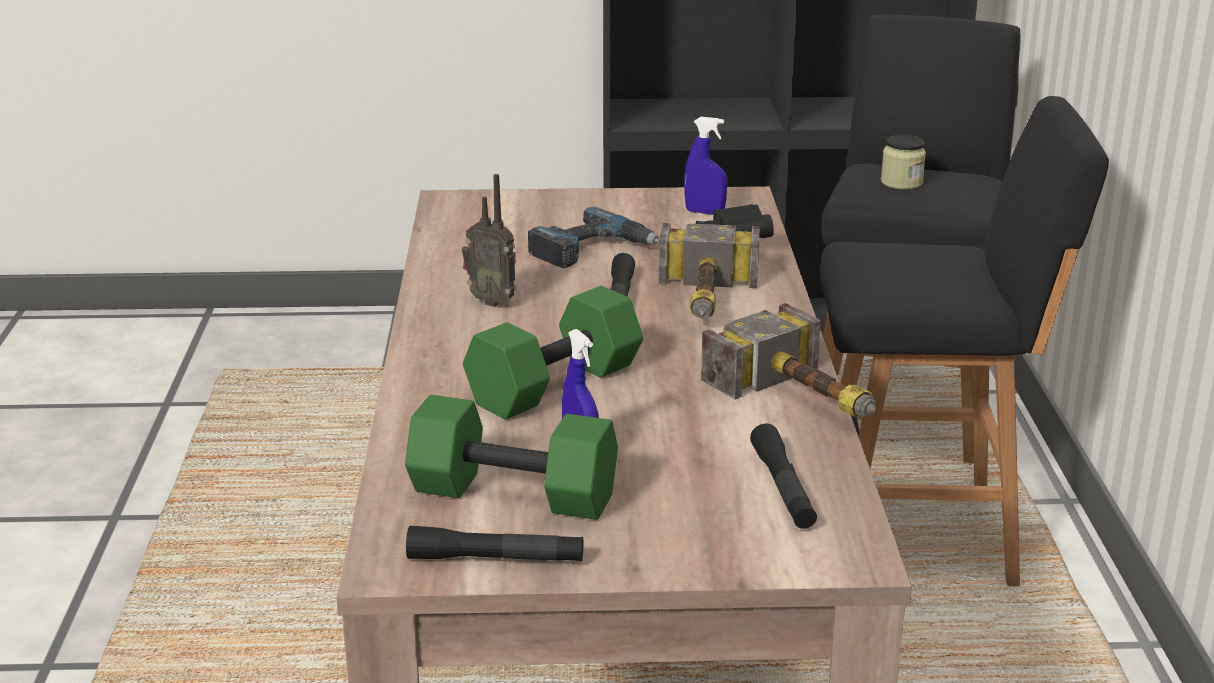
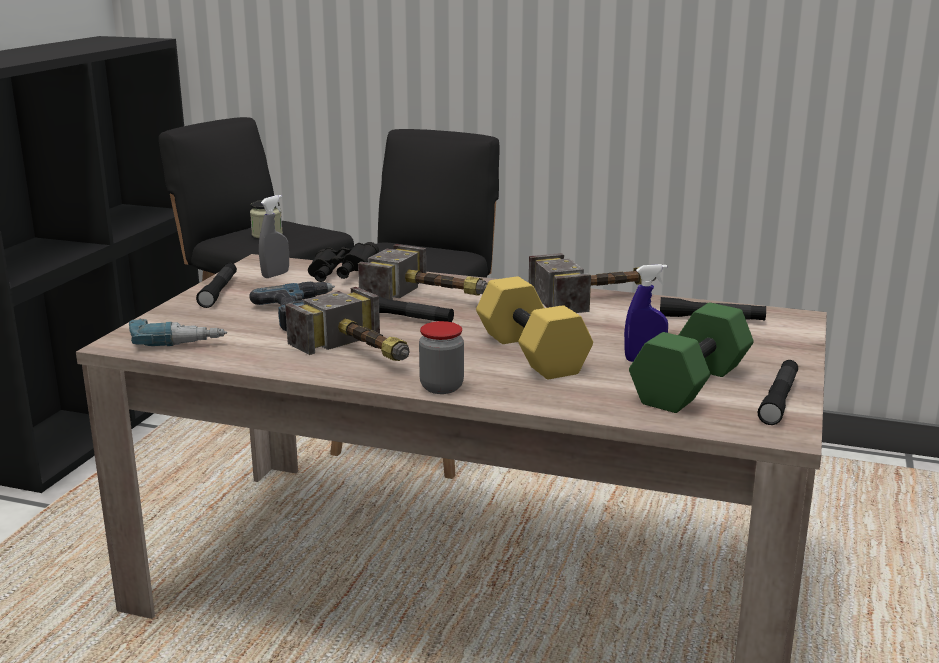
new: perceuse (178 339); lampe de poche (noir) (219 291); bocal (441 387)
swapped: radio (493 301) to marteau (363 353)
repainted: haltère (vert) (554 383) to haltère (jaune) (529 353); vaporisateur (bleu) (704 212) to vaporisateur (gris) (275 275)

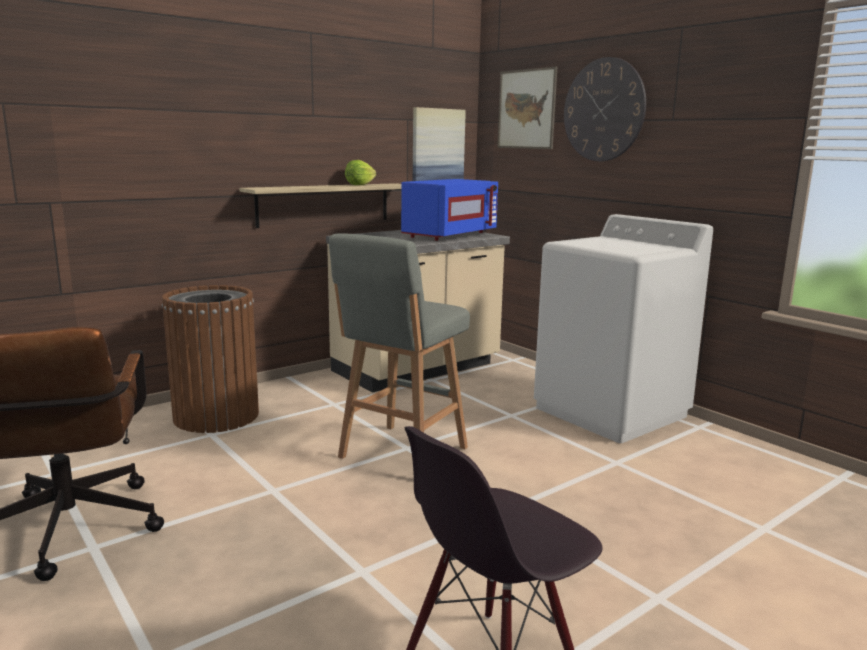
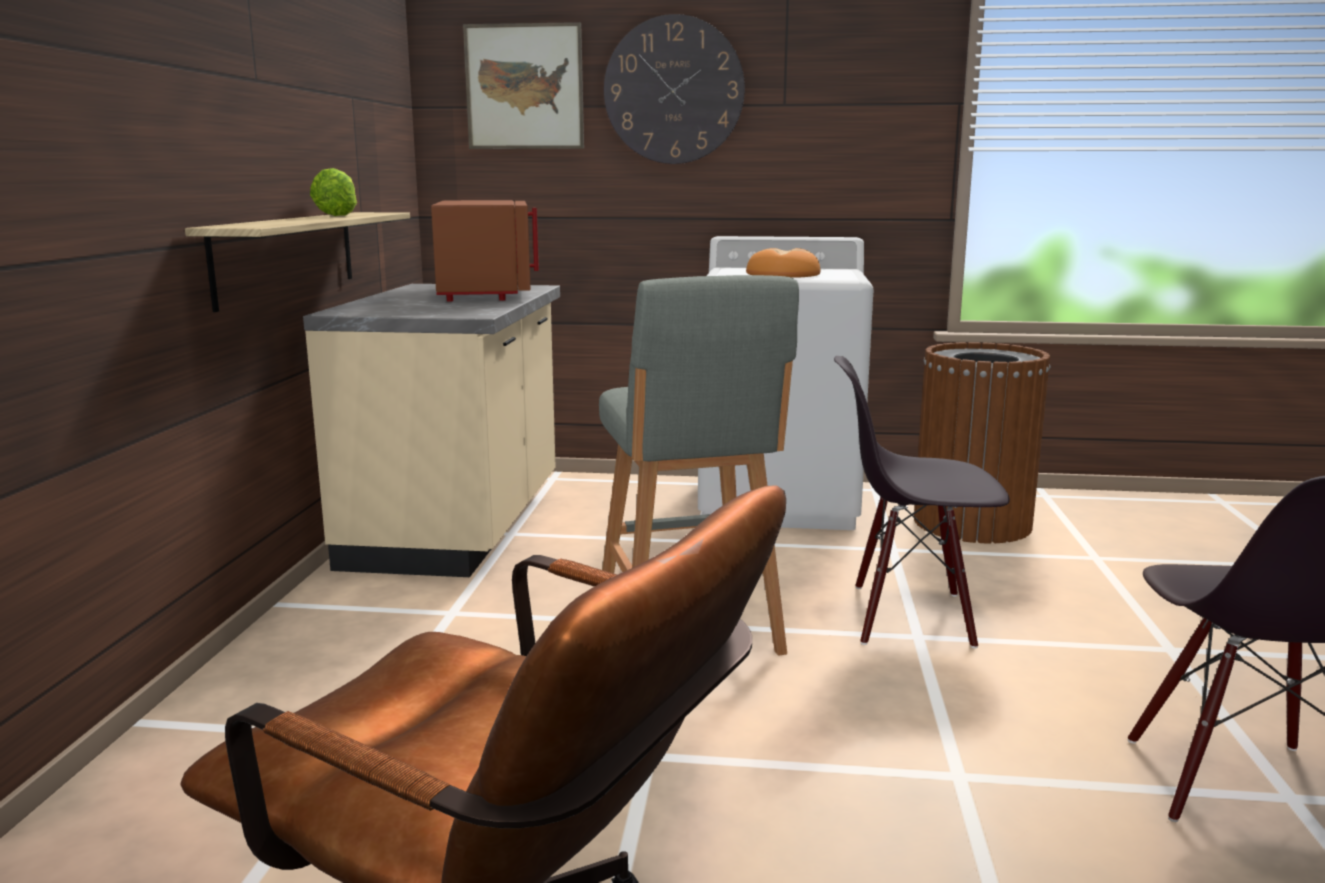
gone: tableau (437 146)
new: pain (782 275); chaise (noir) (910 617)
shifted: poubelle (marron) (216 416) to (972 523)
repainted: micro-ondes (bleu) (449 235) to micro-ondes (marron) (484 293)

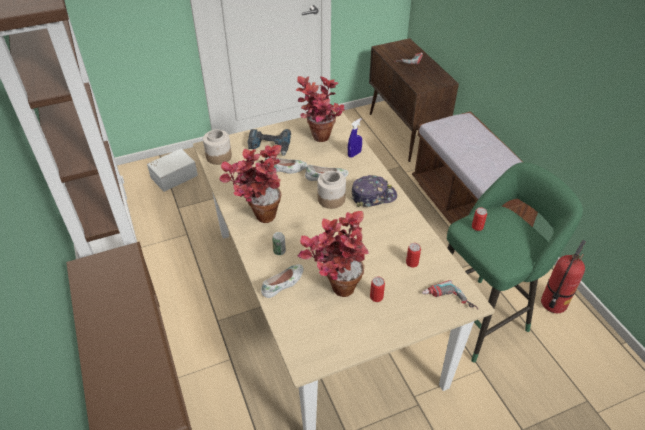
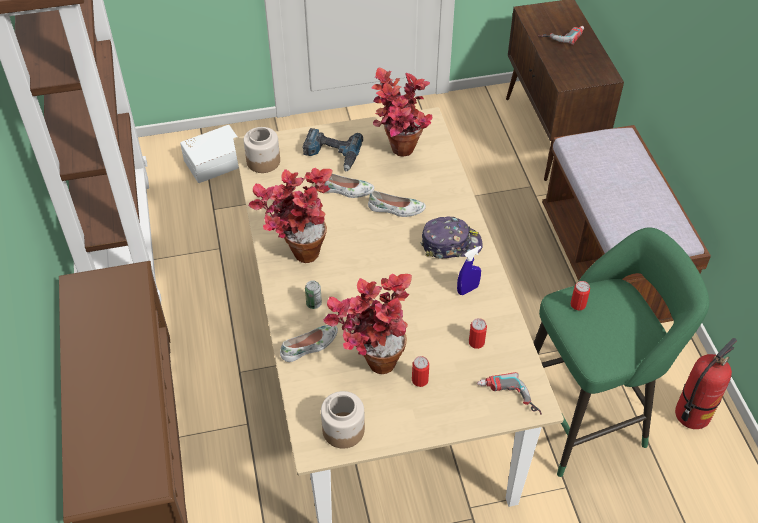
shifted: bocal (331 199) to (343 430); vaporisateur (bleu) (354 154) to (467 289)

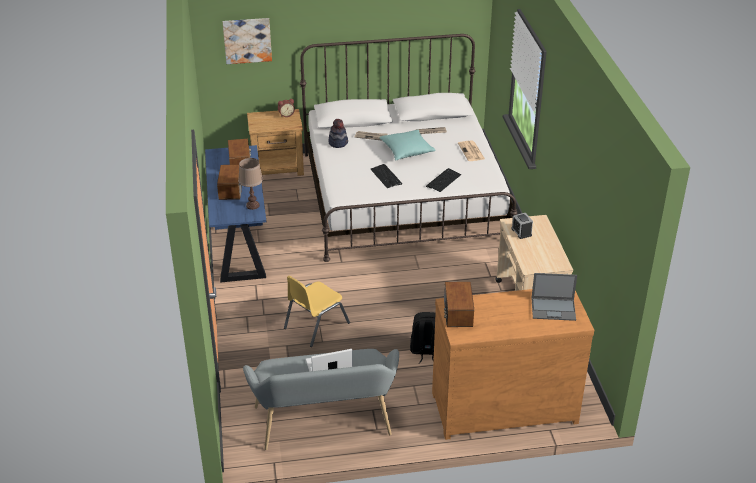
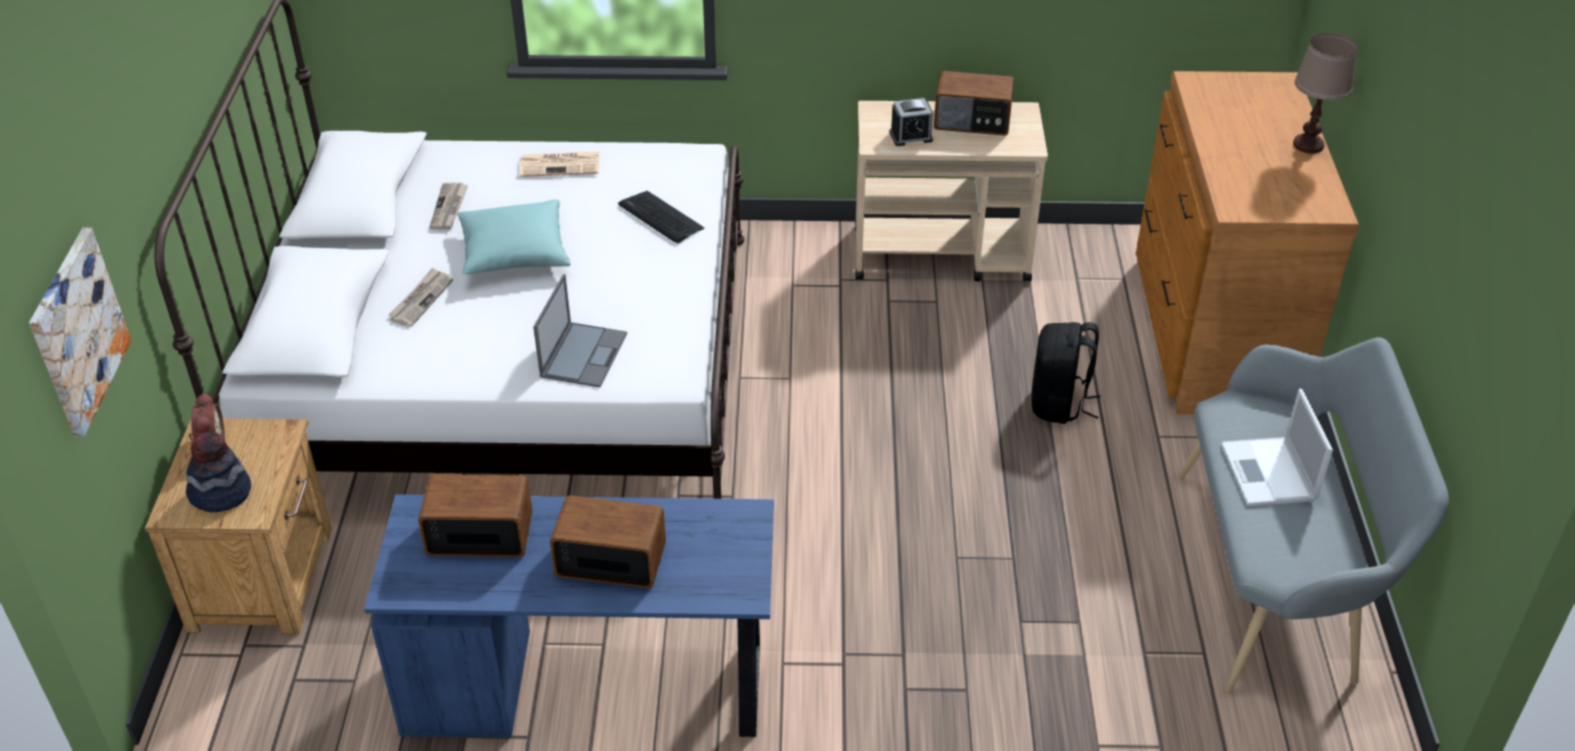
gone: chaise (jaune) (316 325); clavier (386 176)
shifted: lampe de table (marron) (253 205) to (1308 144); chapeau (338 143) to (220 493); radio (457 313) to (972 121); ordinateur portable (554 309) to (584 354)

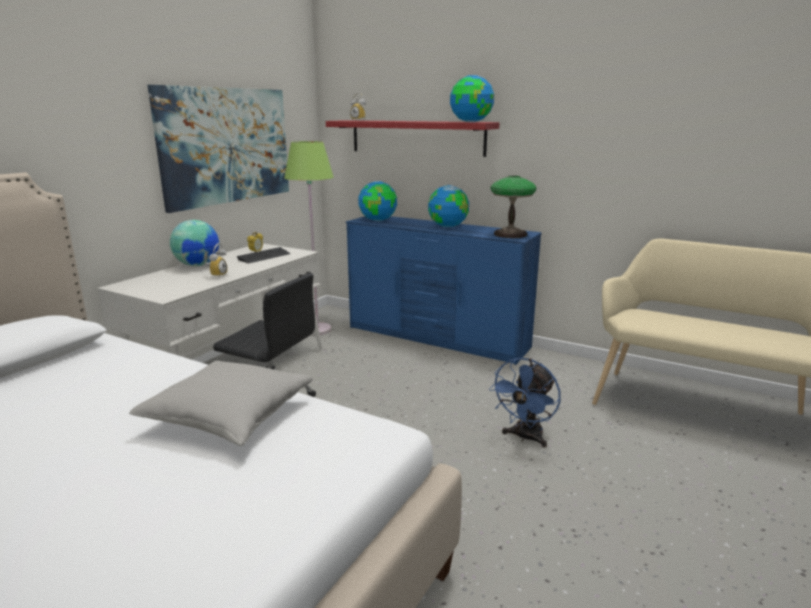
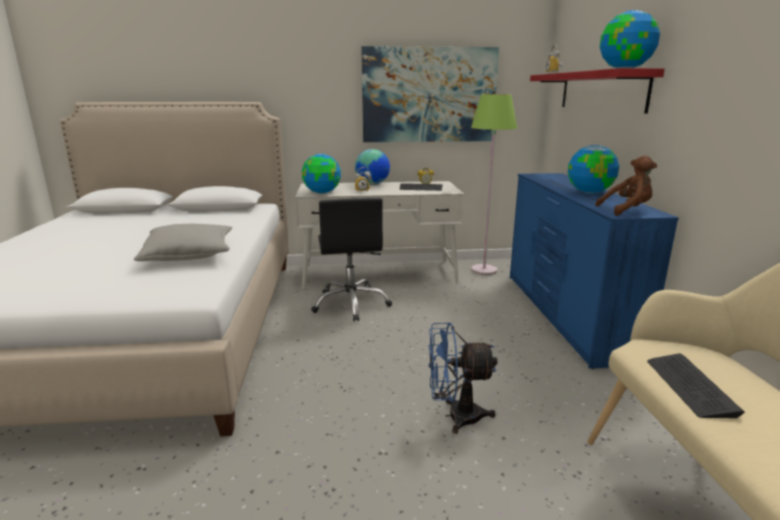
new: clavier (690 386)
shifted: globe (378 220) to (322 192)
swapped: lampe de table (510 234) to peluche (marron) (627 210)

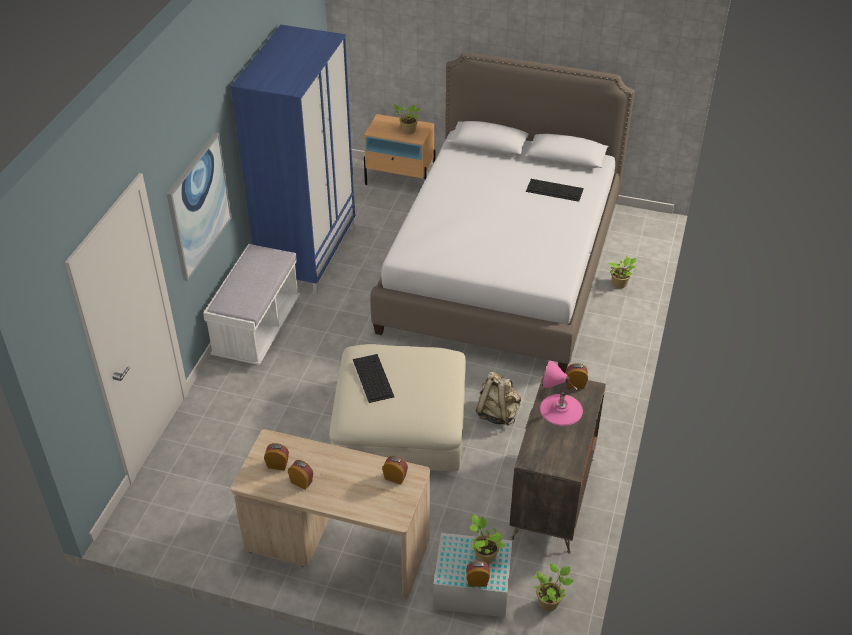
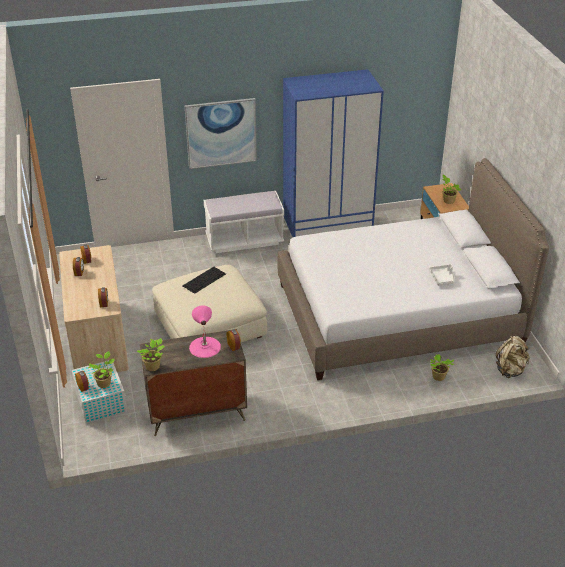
shifted: sac à dos (beige) (497 413) to (510 370); plante en pot (549 602) to (153 367)
swapped: clavier (555 190) to plateau (blanc) (442 278)

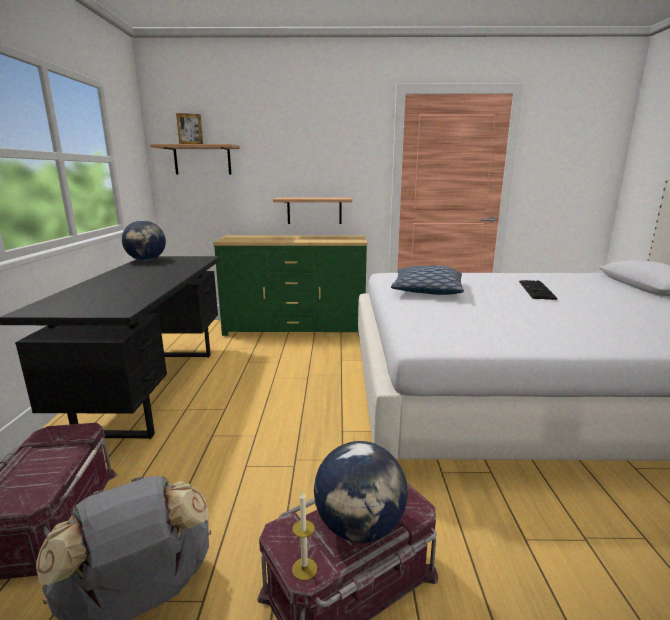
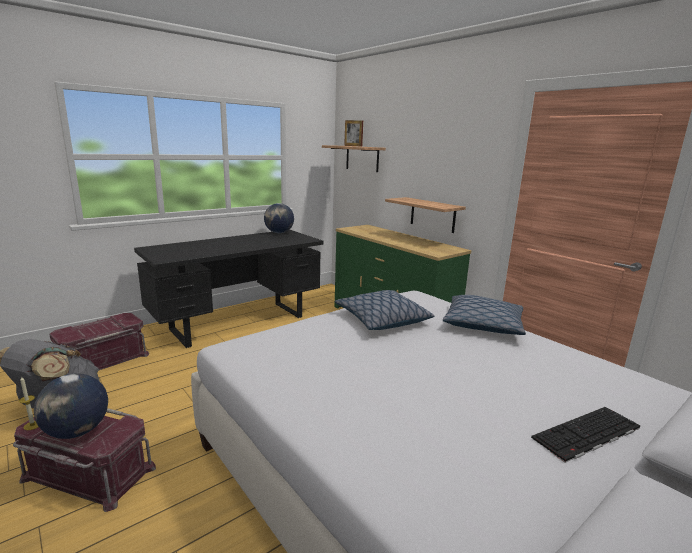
new: coussin (483 324)
shifted: clavier (538 290) to (587 434)

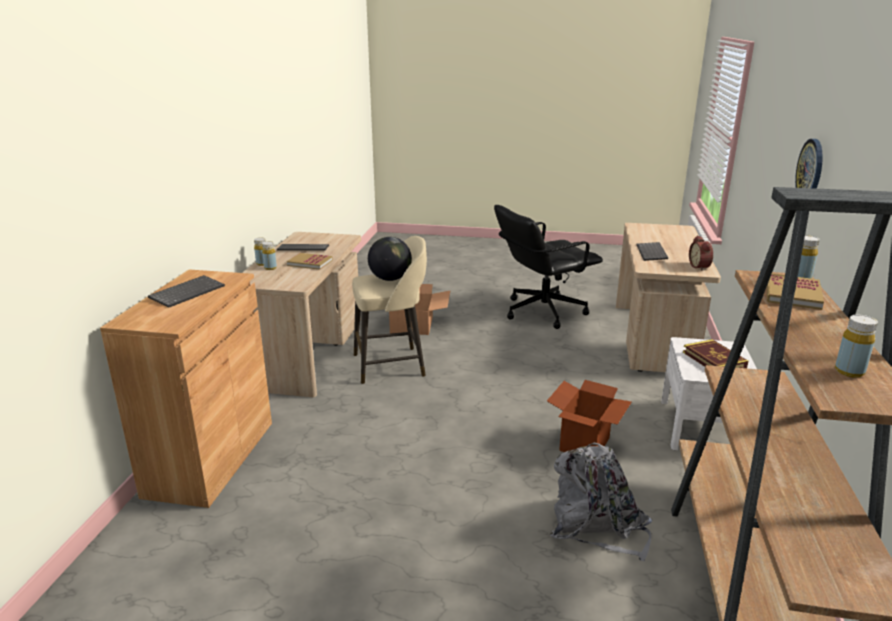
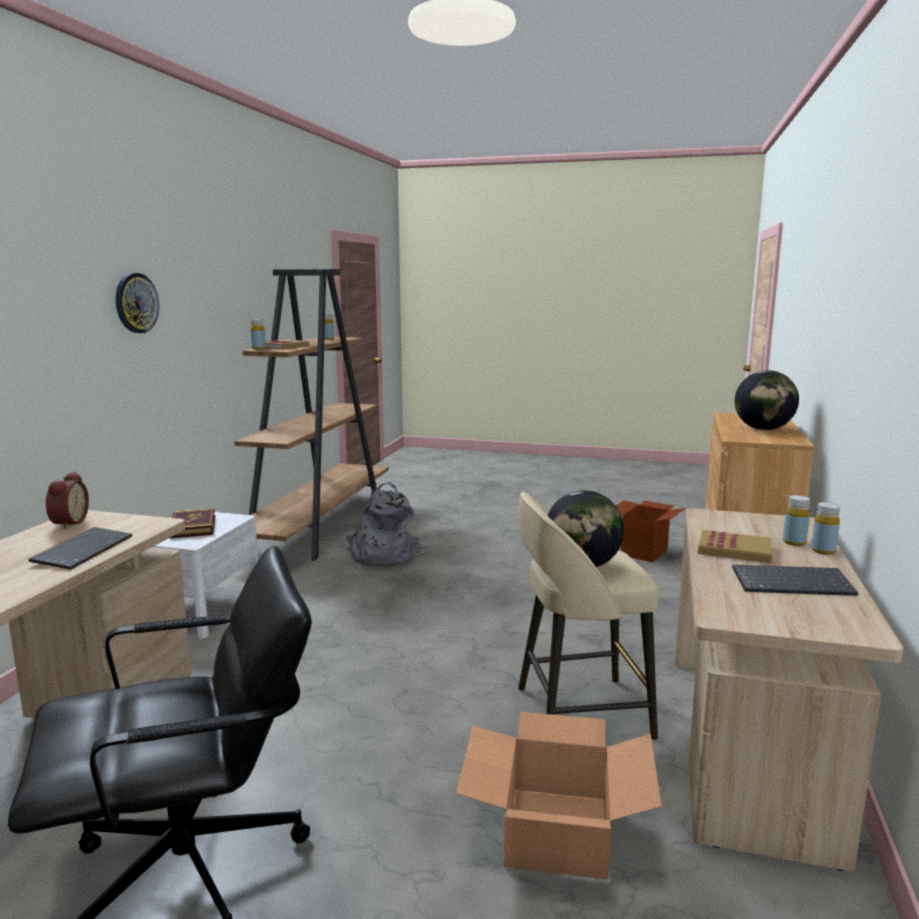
shifted: carton (584 444) to (644 552)
swapped: clavier (187 292) to globe (763 429)

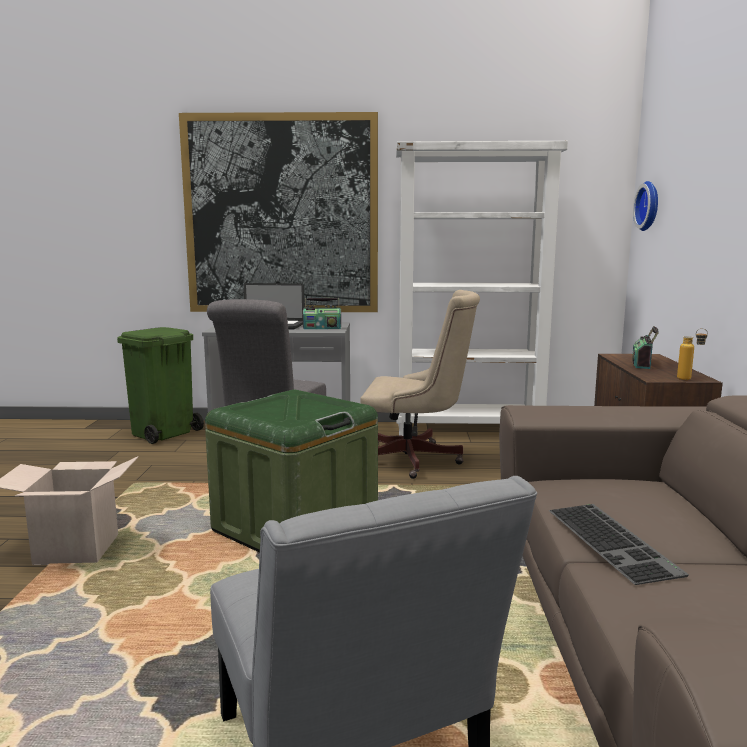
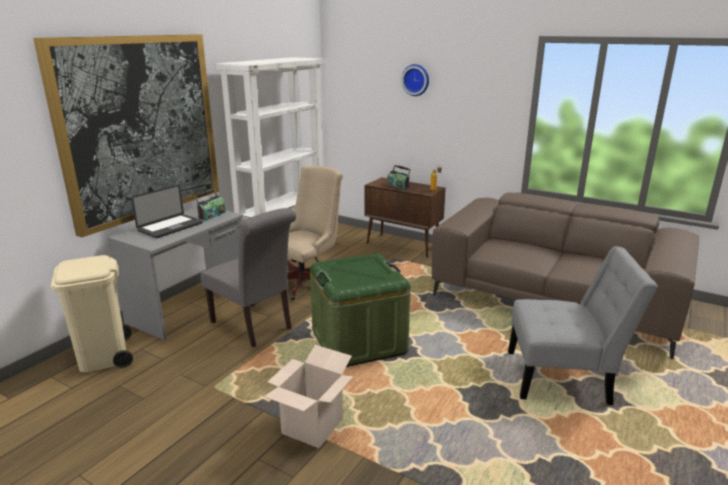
gone: clavier (614 541)
shifted: horloge murale (650 206) to (416 80)
repainted: poubelle (vert) (162 433) to poubelle (beige) (104 357)

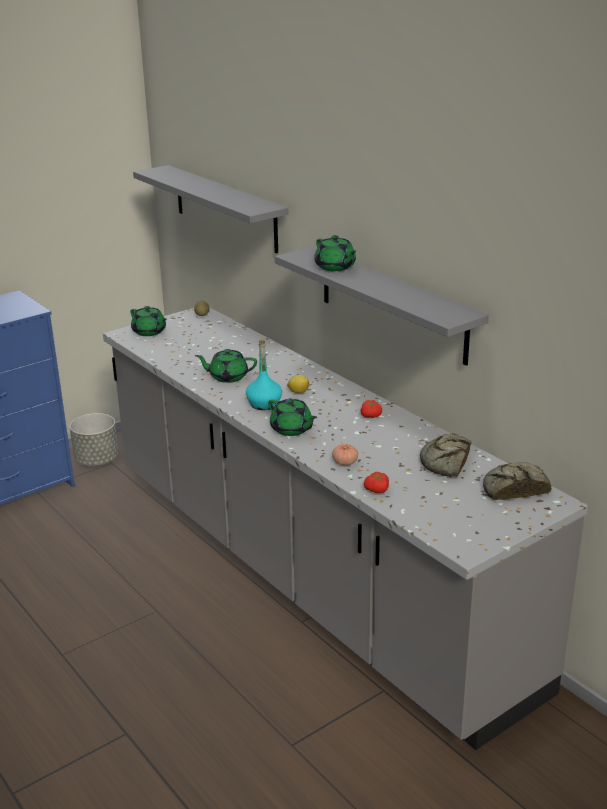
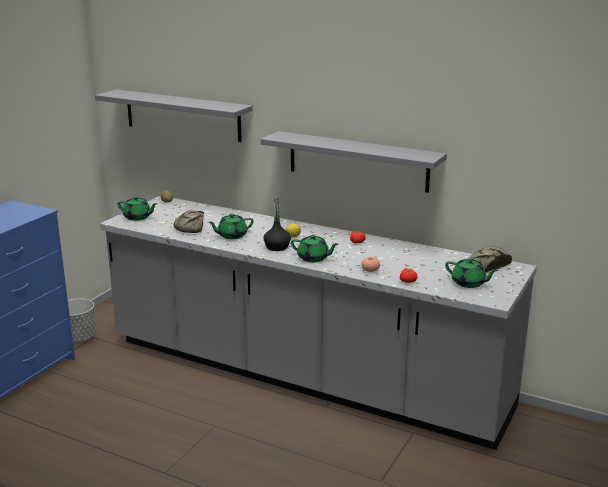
shifted: théière (vert) (335 267) to (469 283); pain (446 462) to (191 227)
repainted: bouteille (turquoise) (264 404) to bouteille (noir) (277 247)

